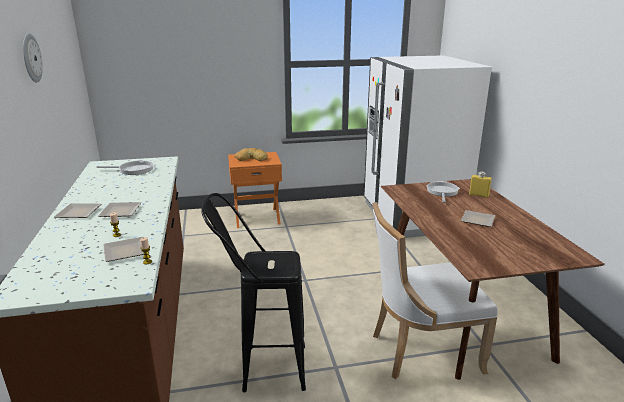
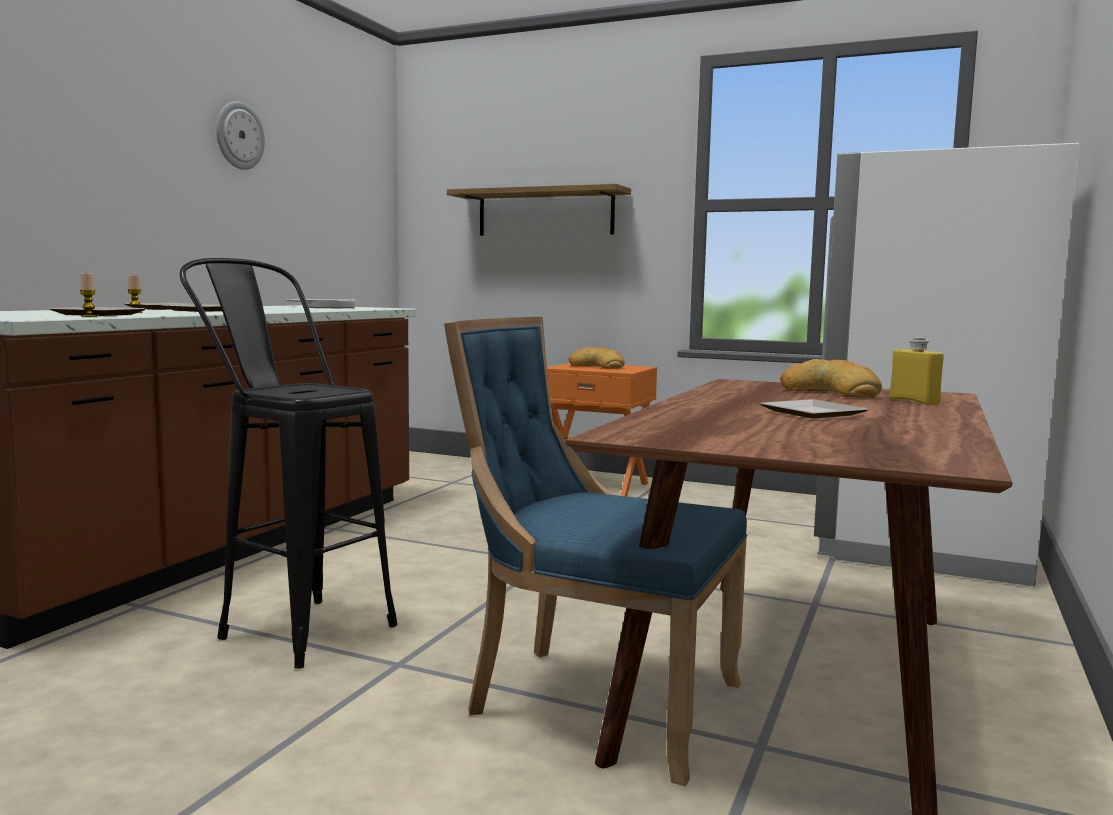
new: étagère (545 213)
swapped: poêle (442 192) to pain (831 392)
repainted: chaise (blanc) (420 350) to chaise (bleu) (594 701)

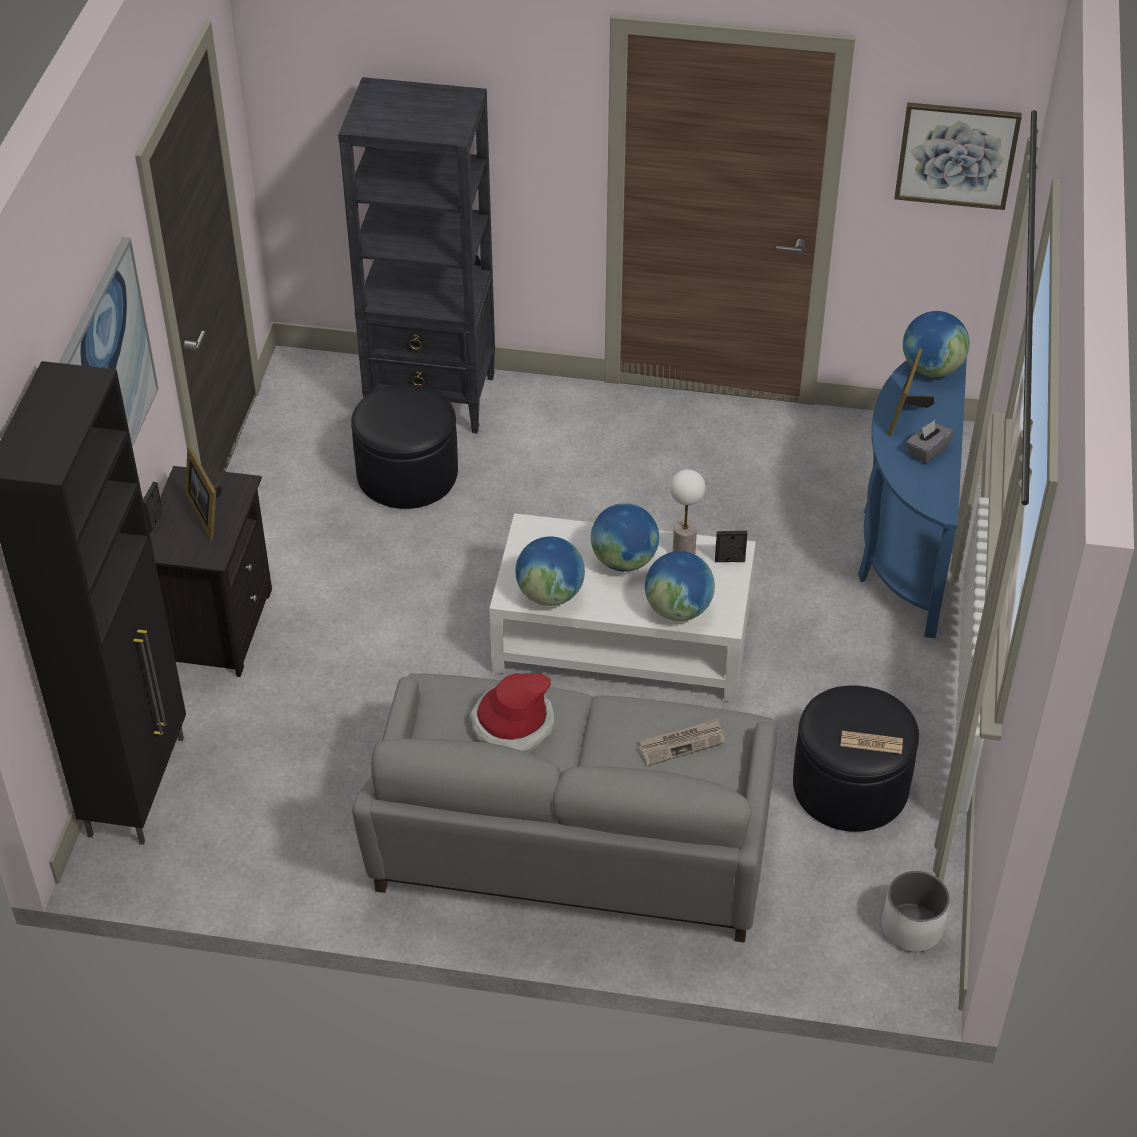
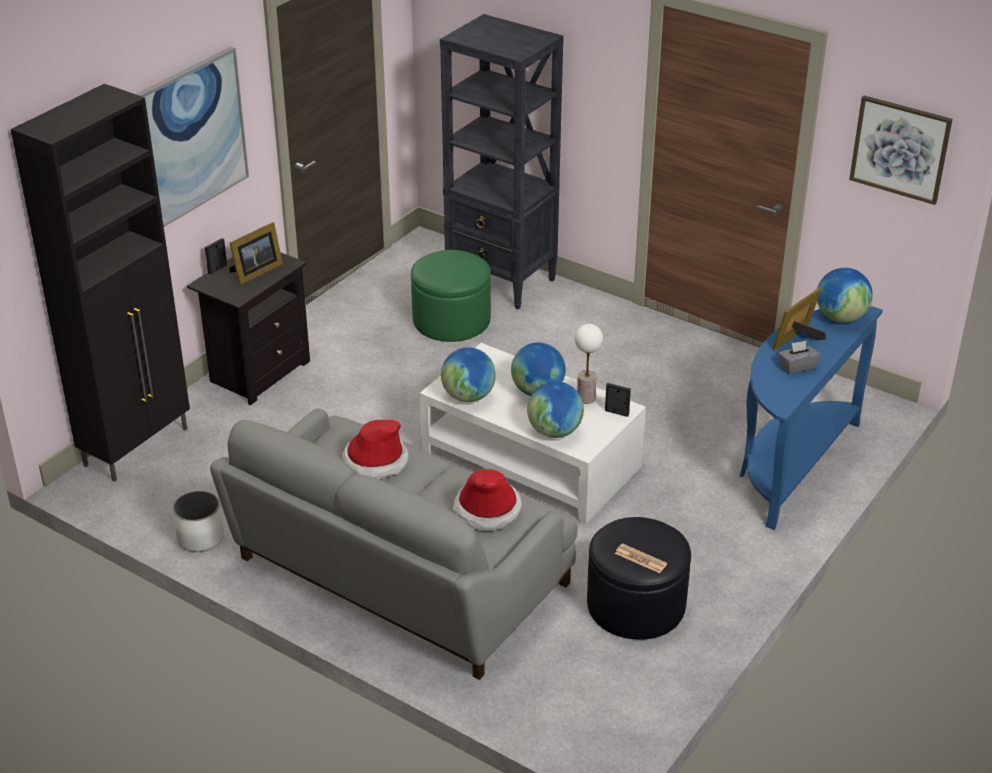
shifted: cache-pot (blanc) (911 928) to (200 538)
swapped: journal (681 744) to chapeau (487 510)
repainted: pouf (noir) (407 474) to pouf (vert) (451 320)
rotated: cadre photo (207 512) = (255 272) 135 degrees counterclockwise

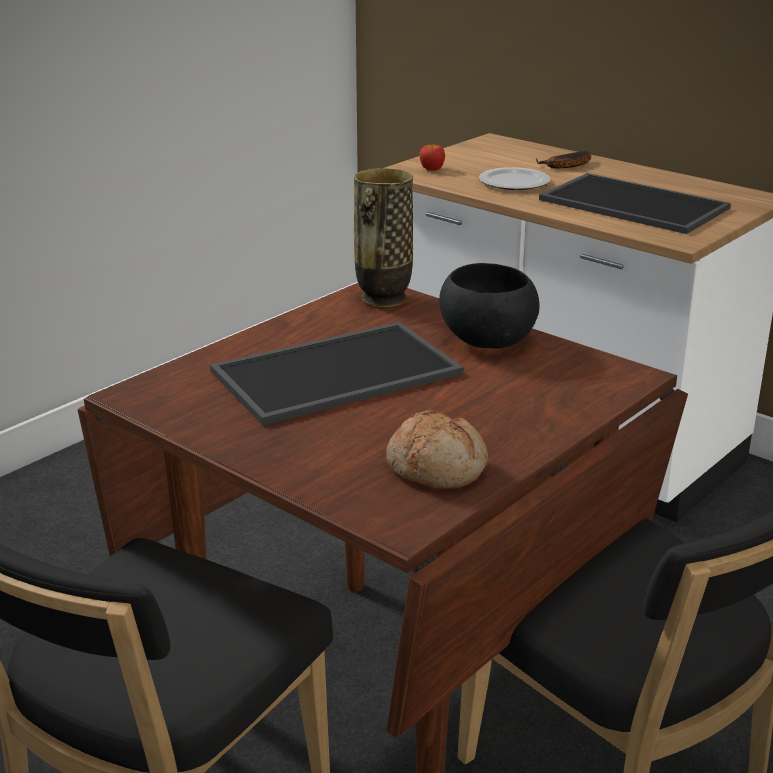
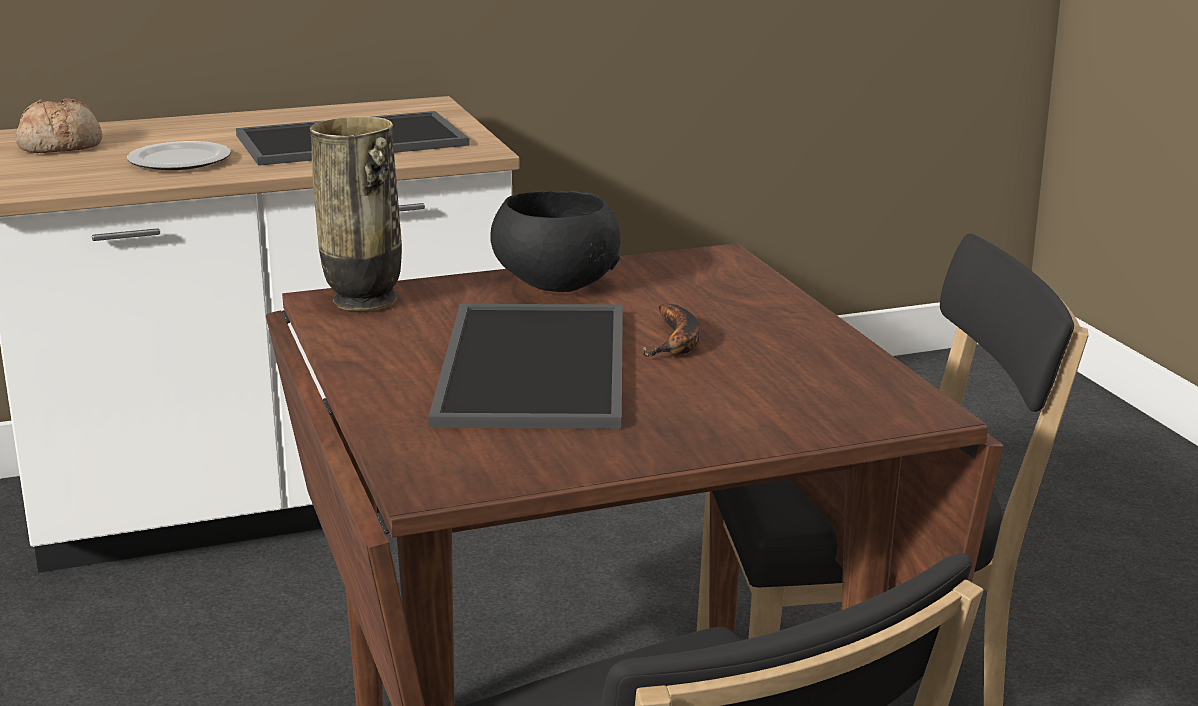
gone: pomme (431 169)
shifted: pain (437 468) to (61 145); banane (566 166) to (678 342)

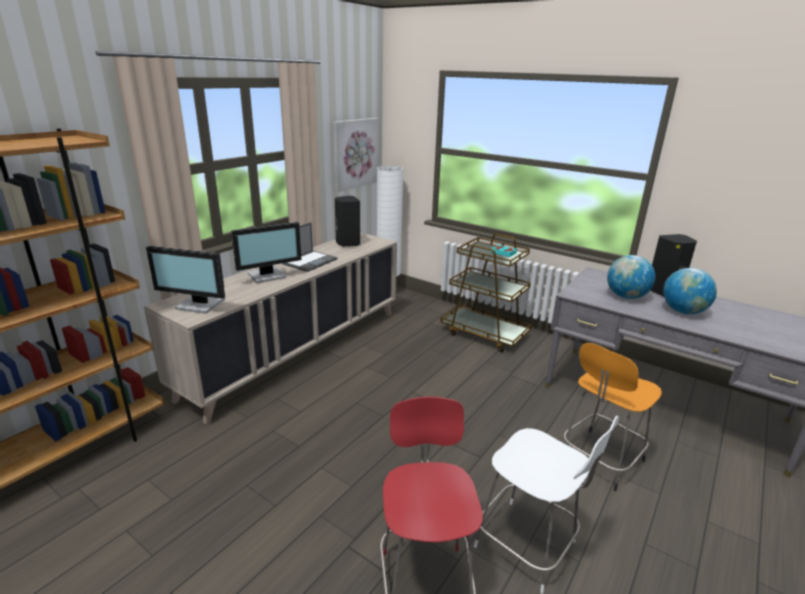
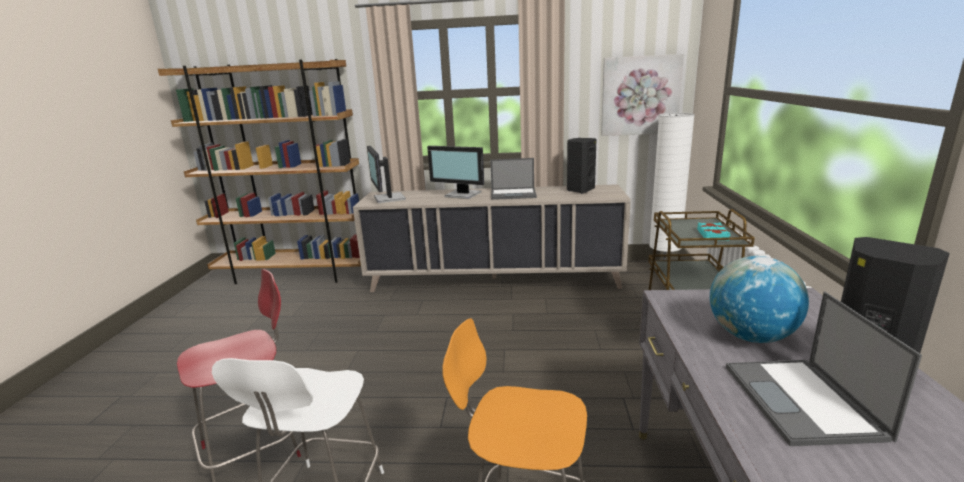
swapped: globe (683 311) to ordinateur portable (803 402)

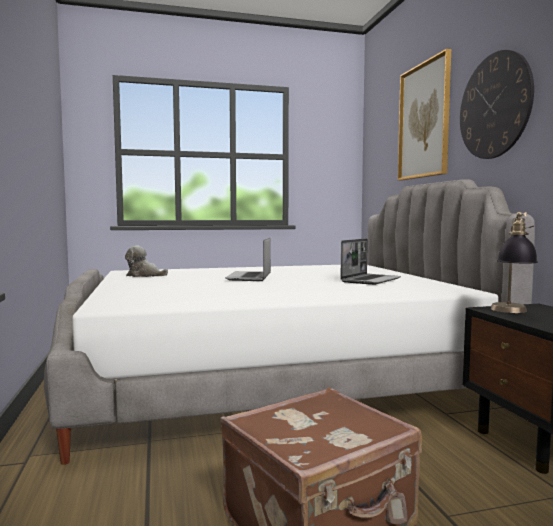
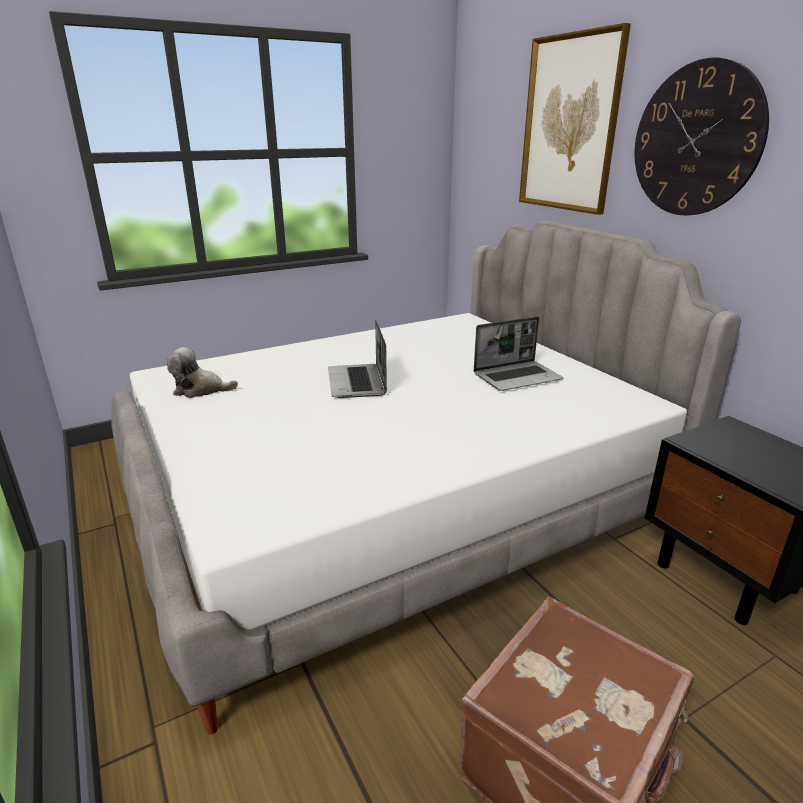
gone: lampe de table (511 312)
rotated: ordinateur portable (370 280) = (517 377) 45 degrees clockwise

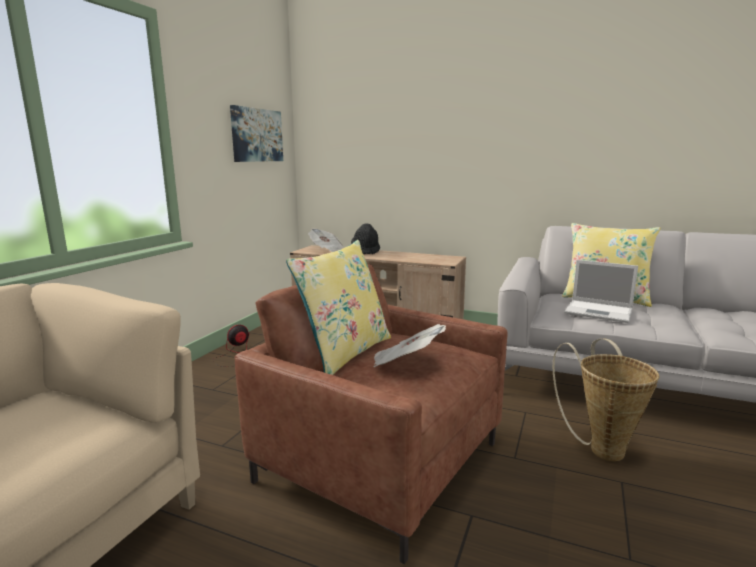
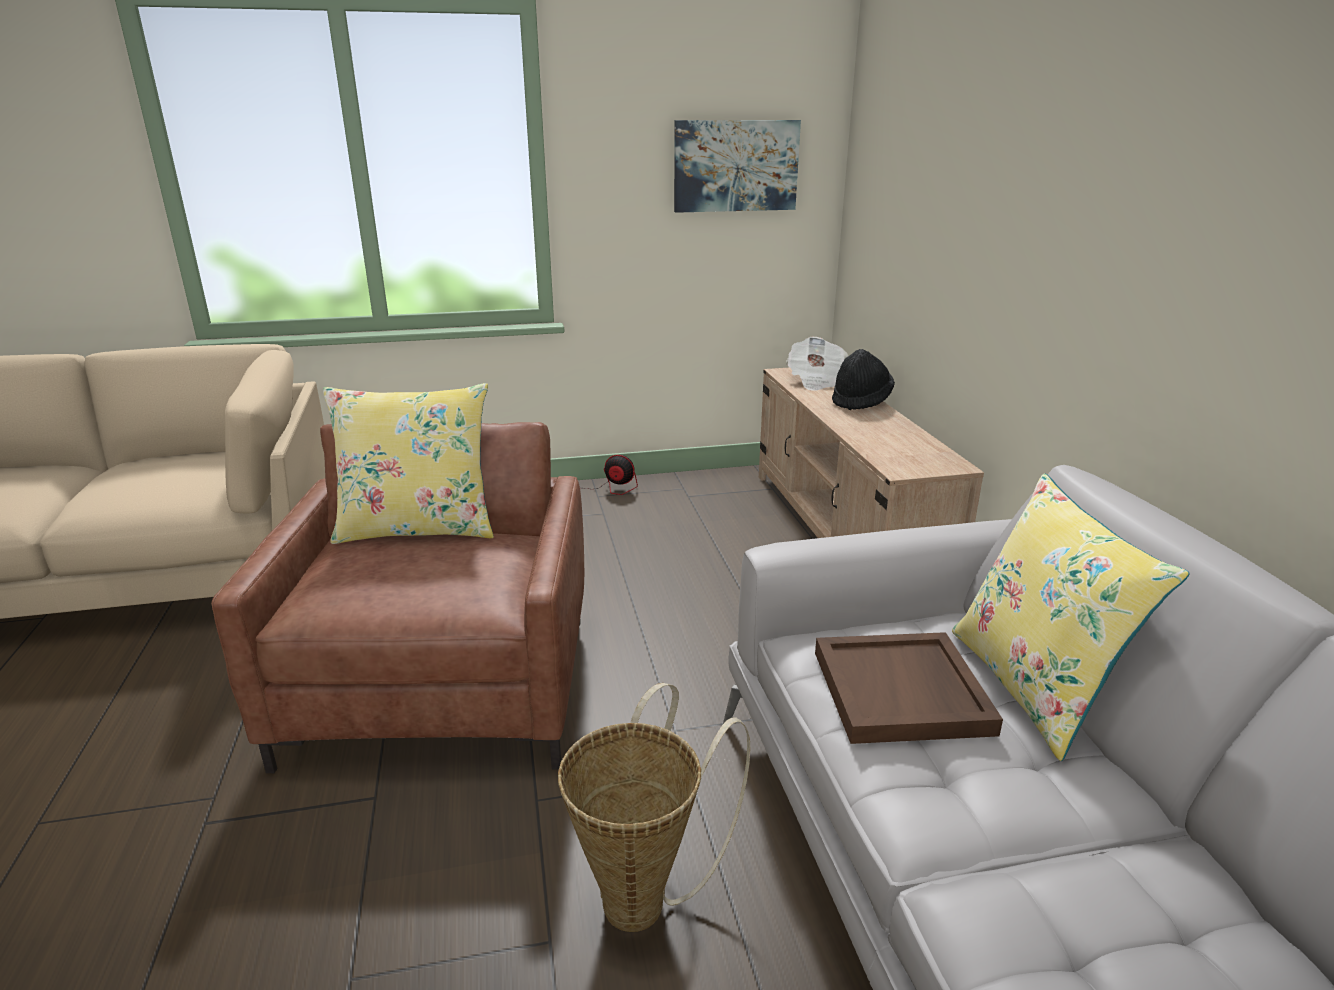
gone: journal (406 364)
swapped: ordinateur portable (600 312) to plateau (marron) (902 692)

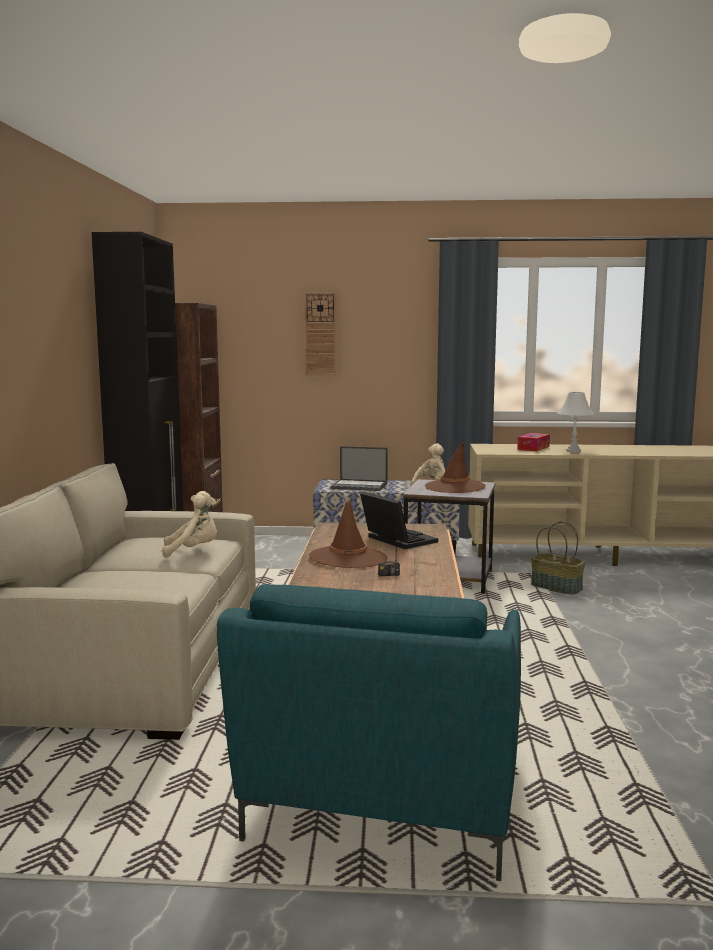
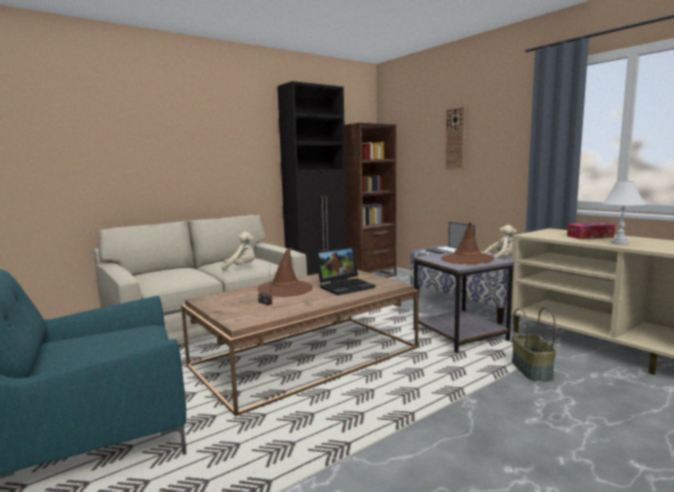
rotated: peluche (beige) (193 551) = (241 267) 45 degrees counterclockwise; ordinateur portable (396 540) = (345 286) 45 degrees clockwise

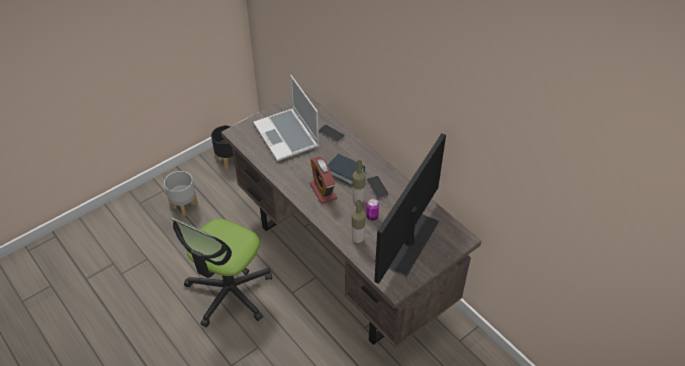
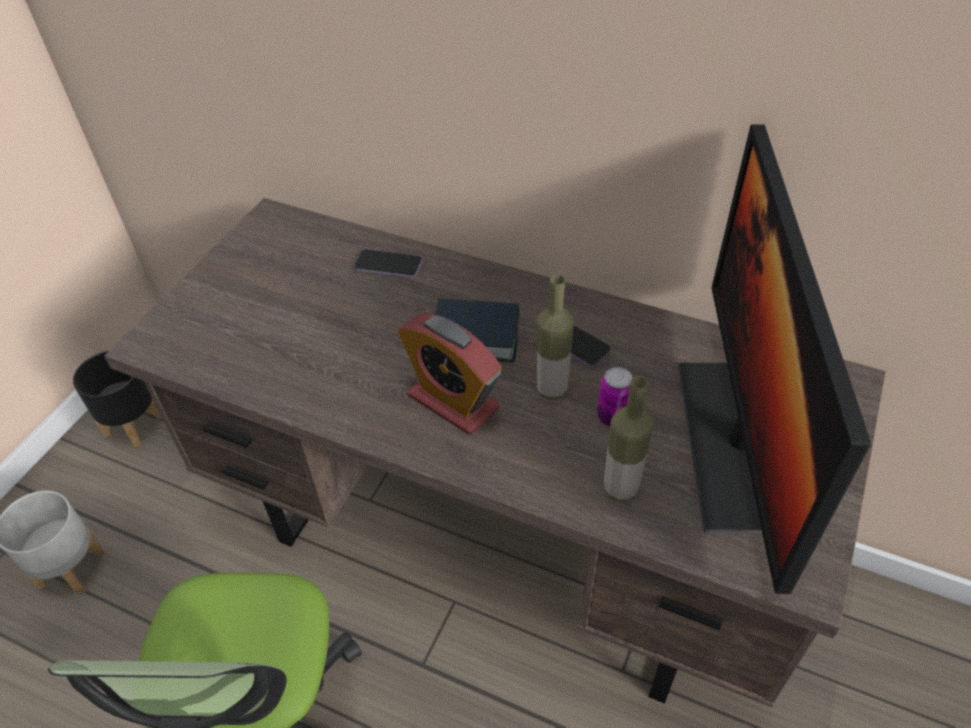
gone: ordinateur portable (287 136)

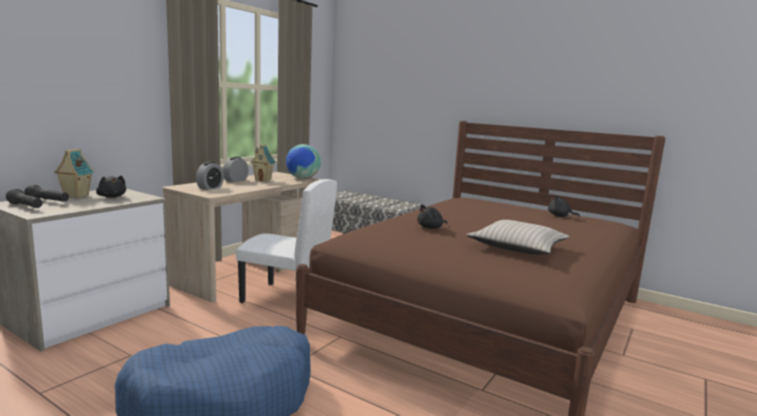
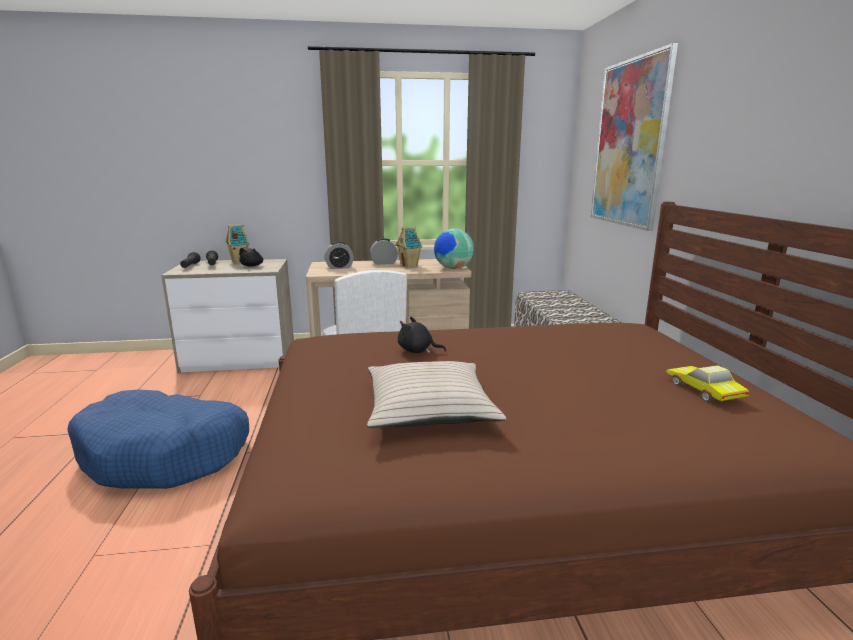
new: tableau (629 144)
swapped: peluche (noir) (560 216) to petite voiture (703 390)

